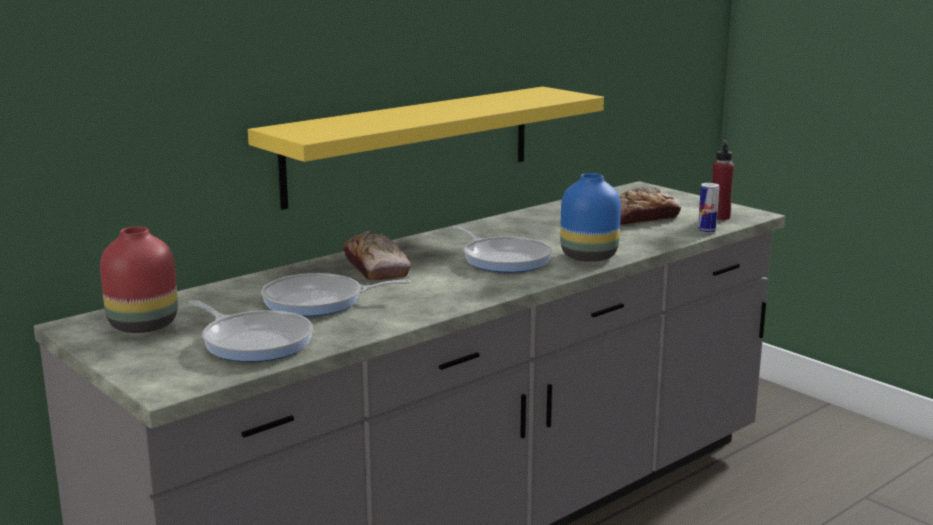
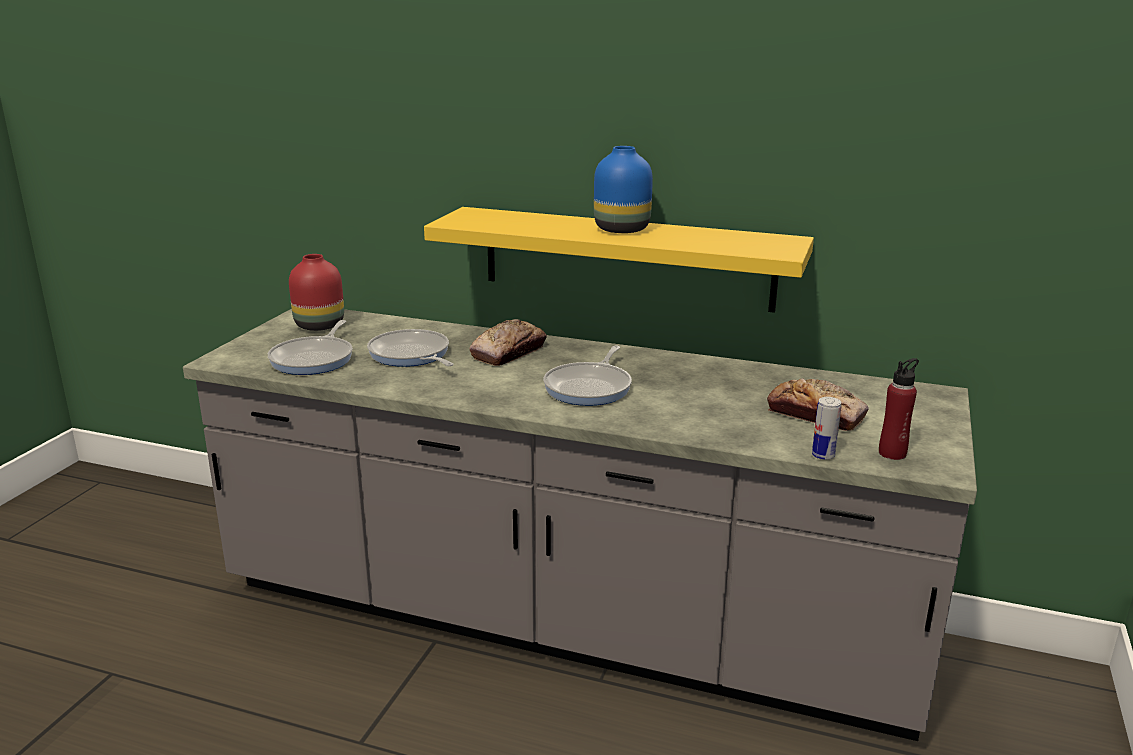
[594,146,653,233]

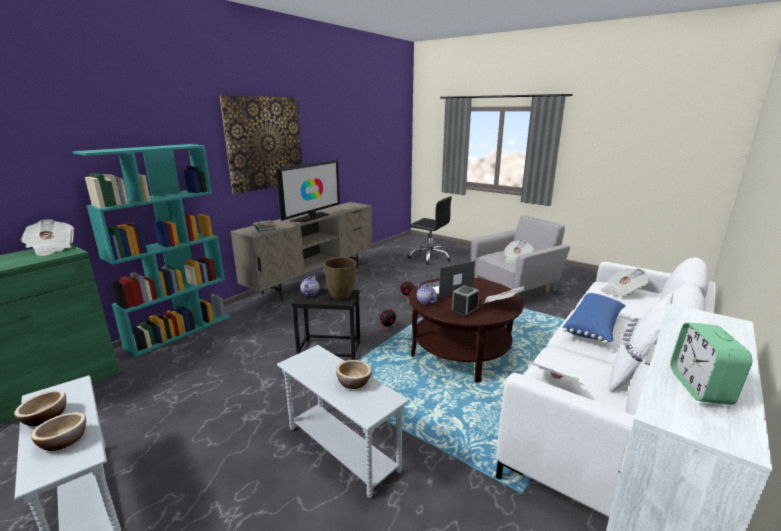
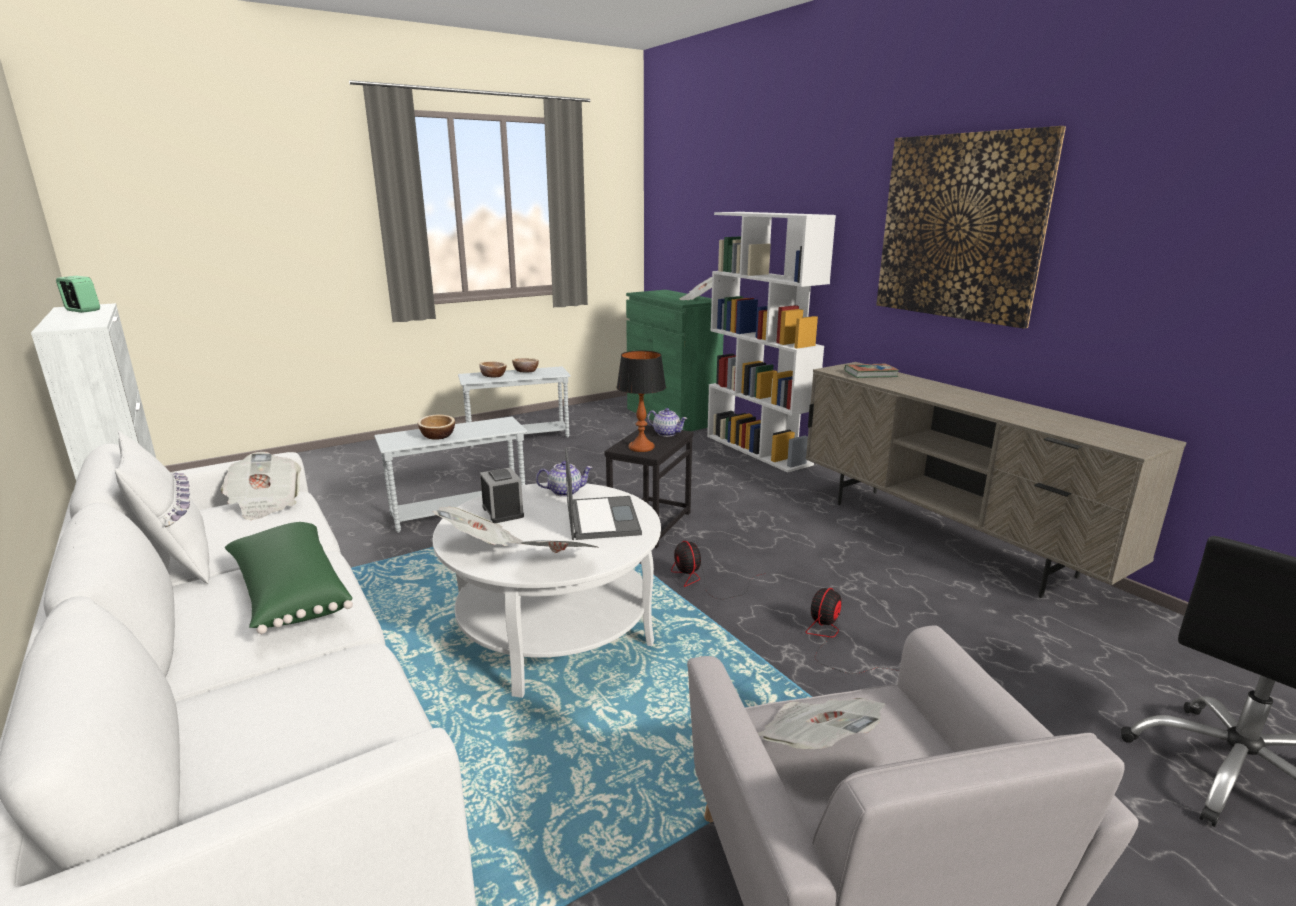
[276,160,340,222] (first image)
[511,540,597,553]
[617,351,666,452]
[707,212,836,473]
[432,483,661,698]
[225,522,353,634]

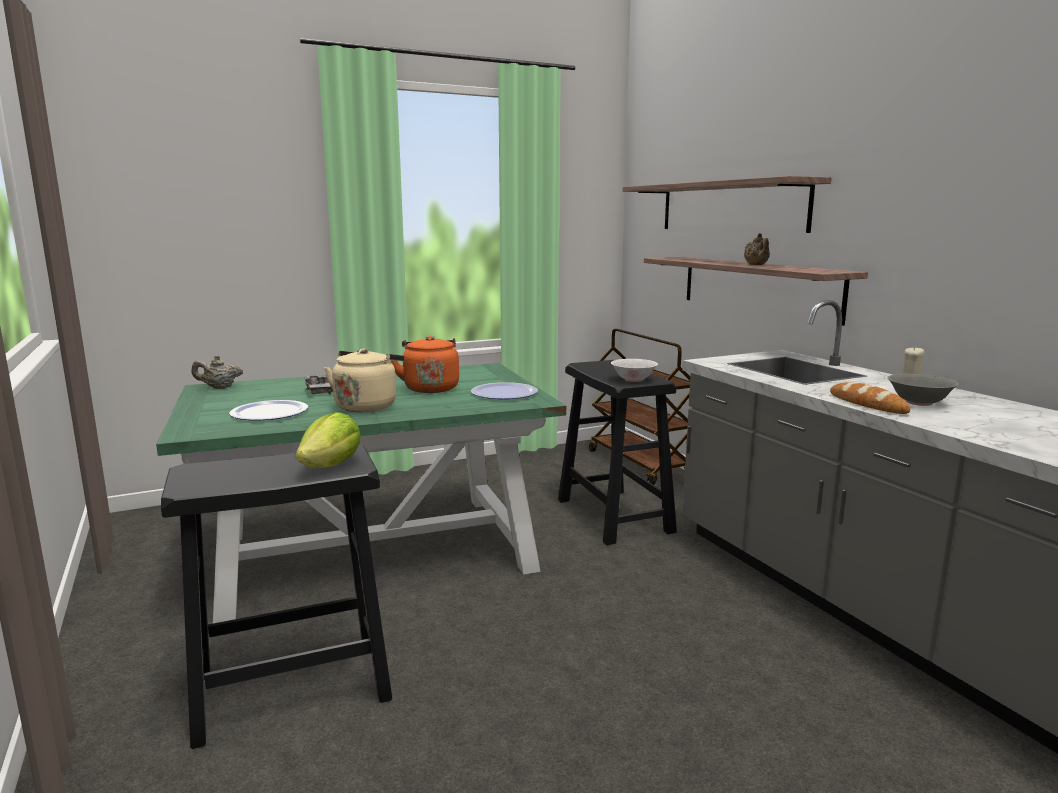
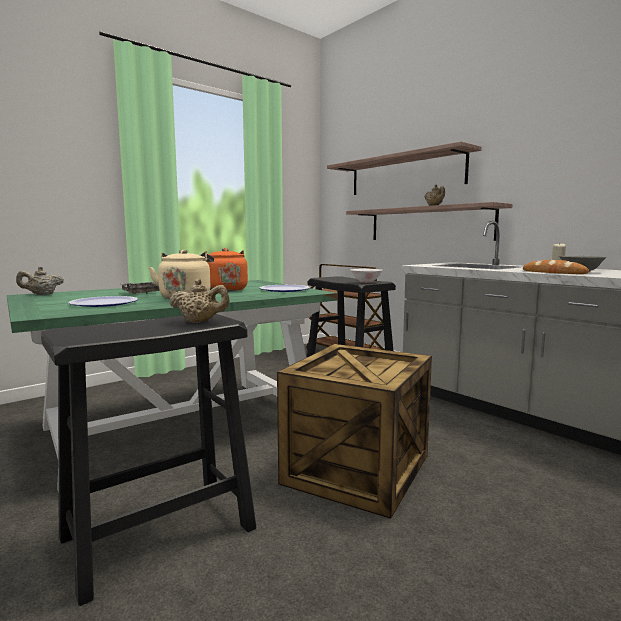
[277,344,432,519]
[170,279,230,323]

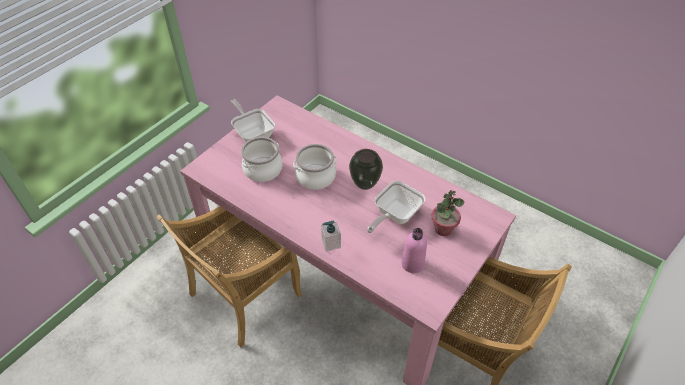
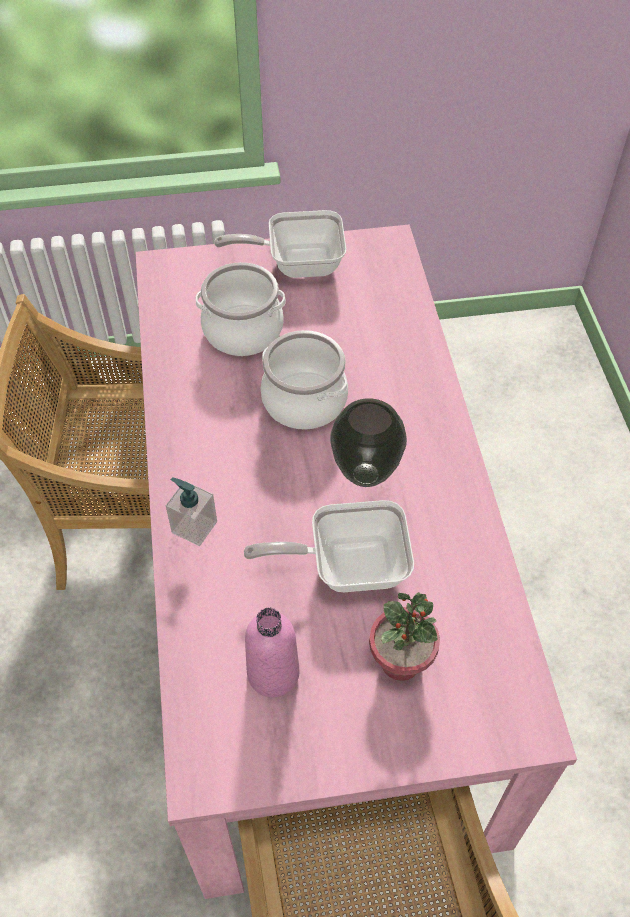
[215,210,346,278]

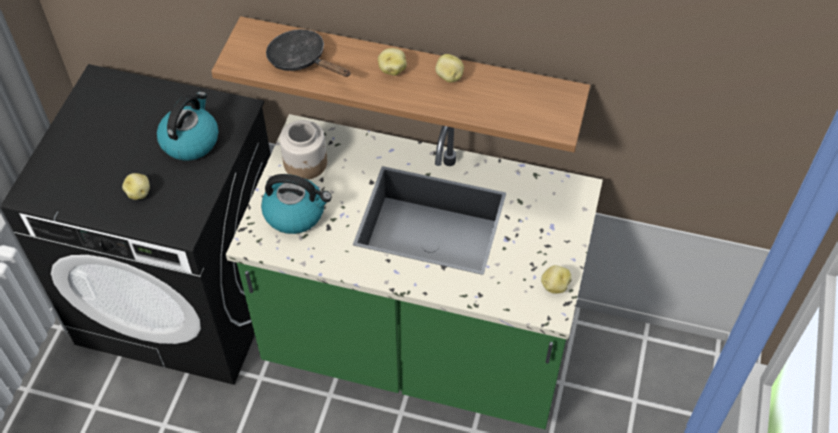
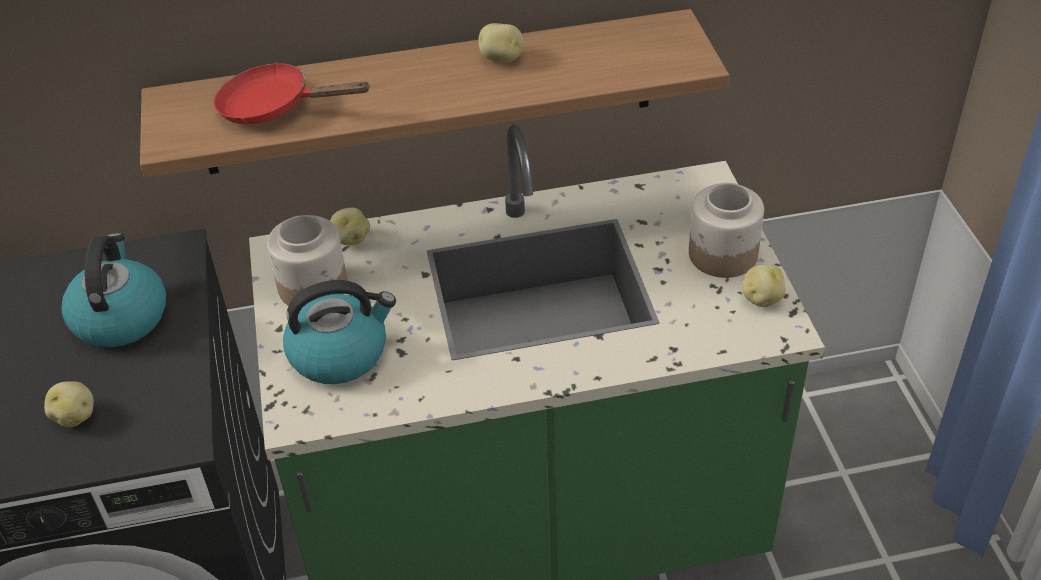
[689,183,764,278]
[330,208,370,245]
[213,63,371,124]

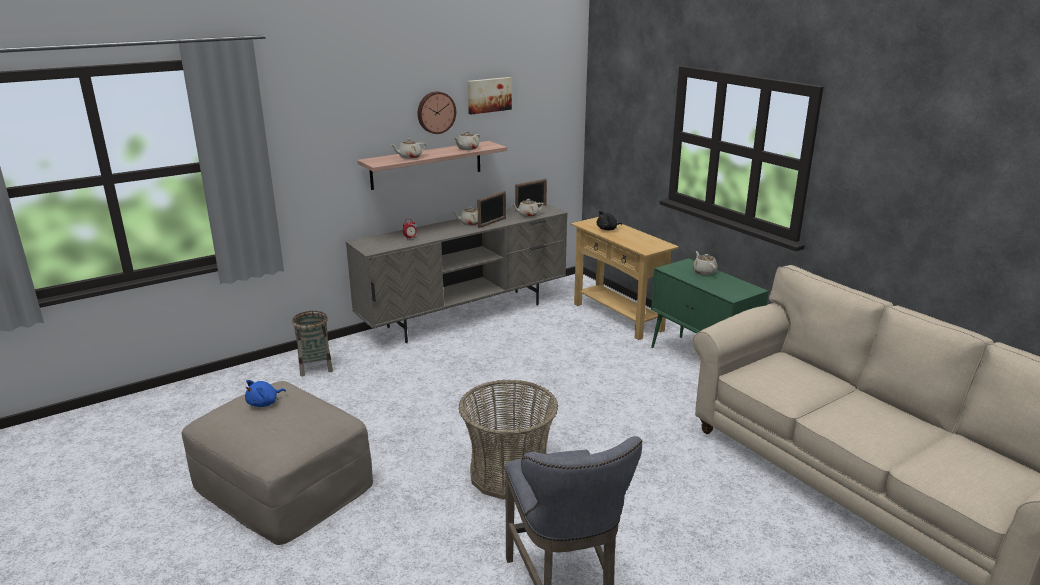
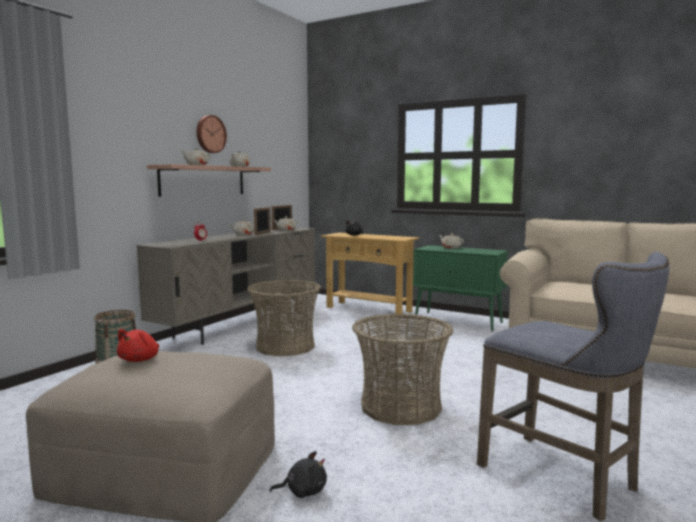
[468,77,512,115] (first image)
[247,280,321,356]
[270,451,327,498]
[117,329,159,362]

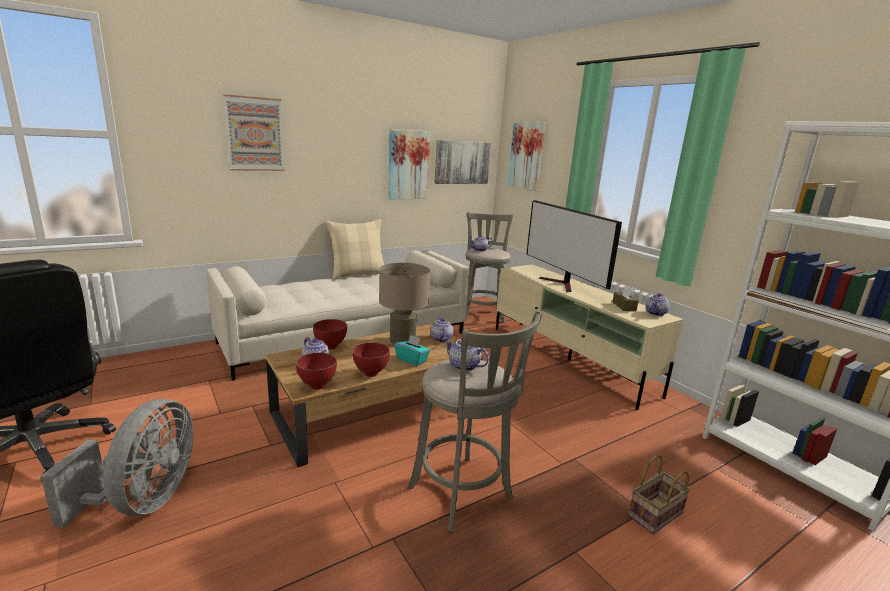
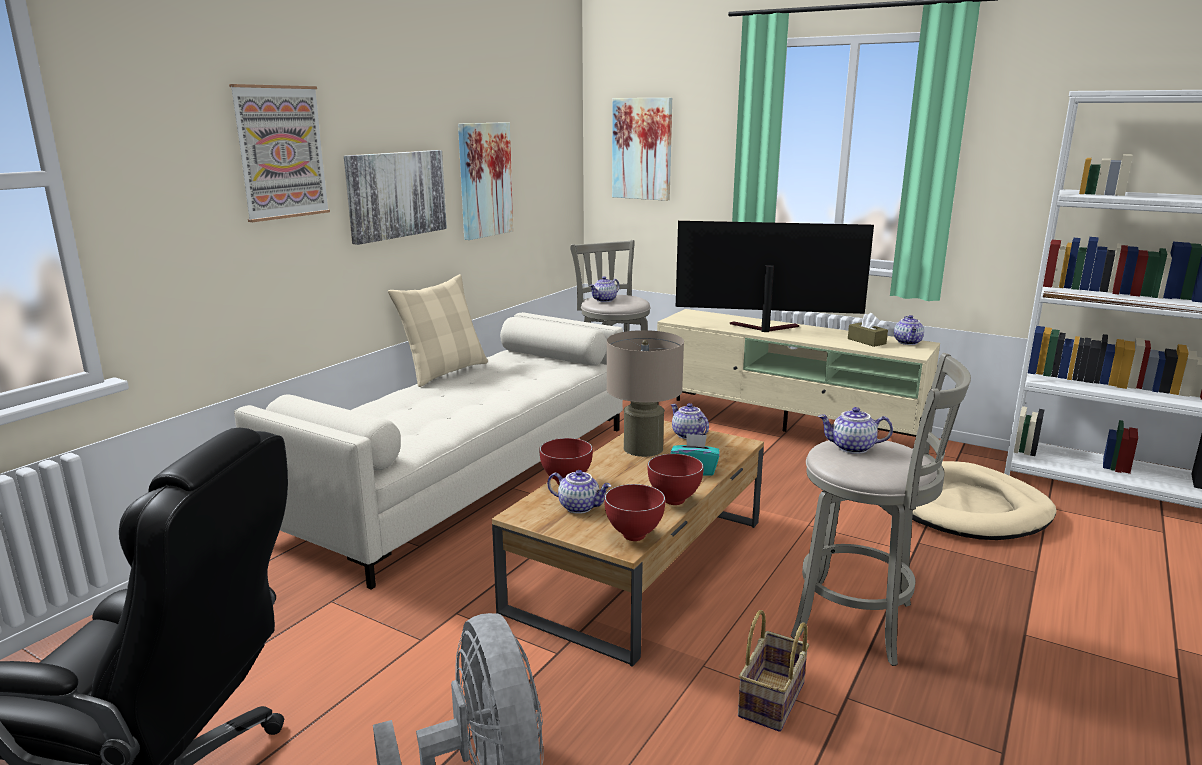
[912,461,1056,540]
[344,150,447,245]
[738,610,809,732]
[676,221,874,332]

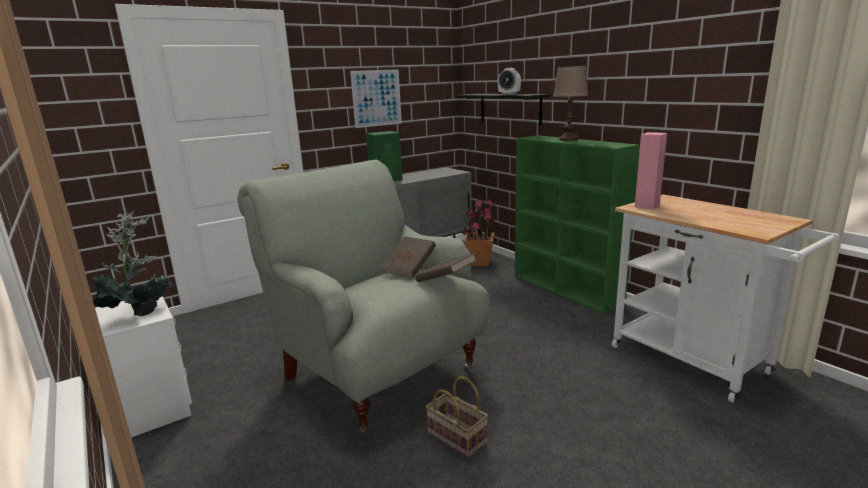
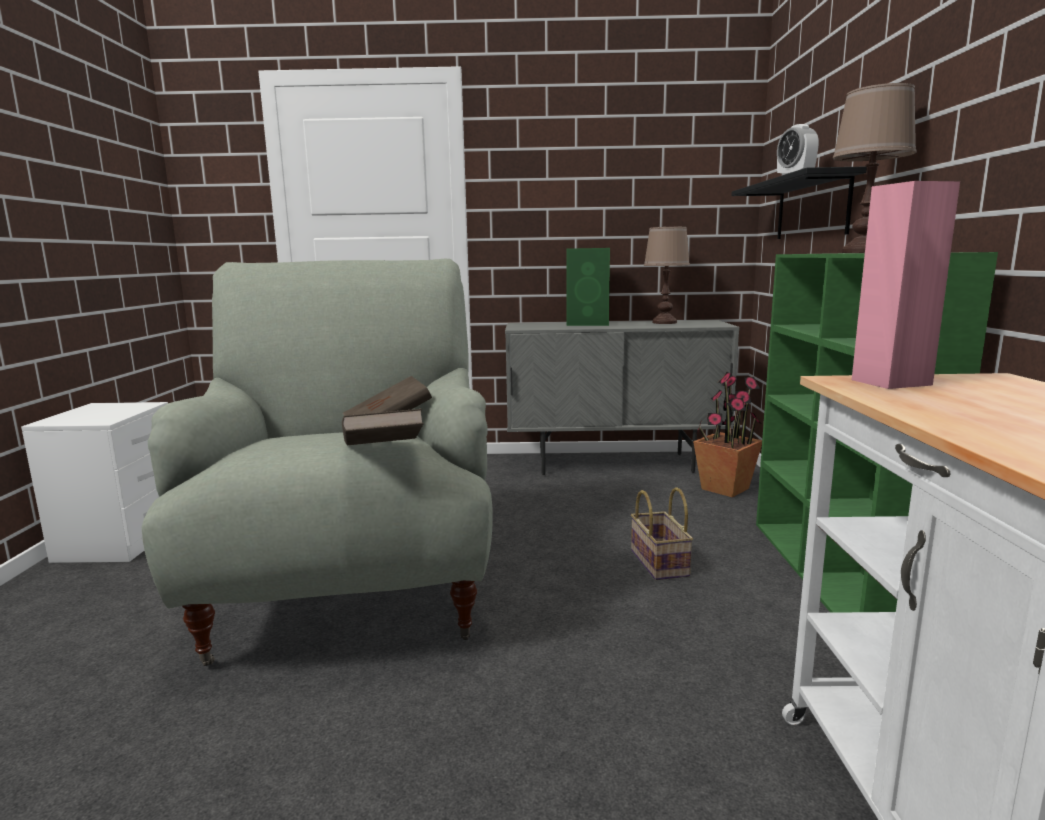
[91,211,175,317] (first image)
[350,69,402,128] (first image)
[644,227,690,324]
[631,487,693,580]

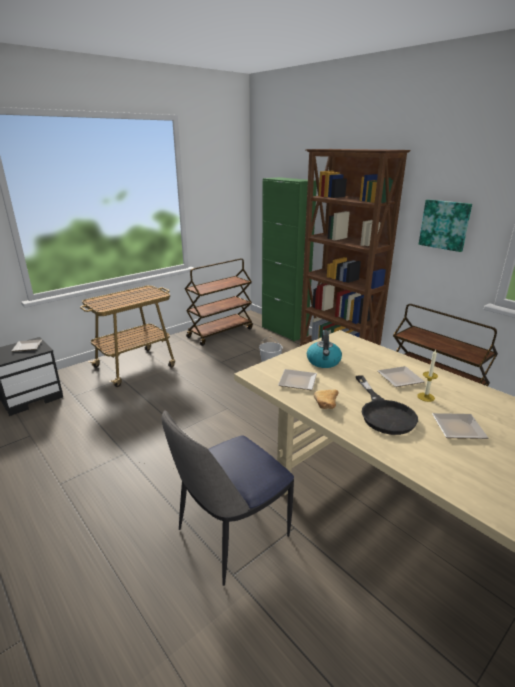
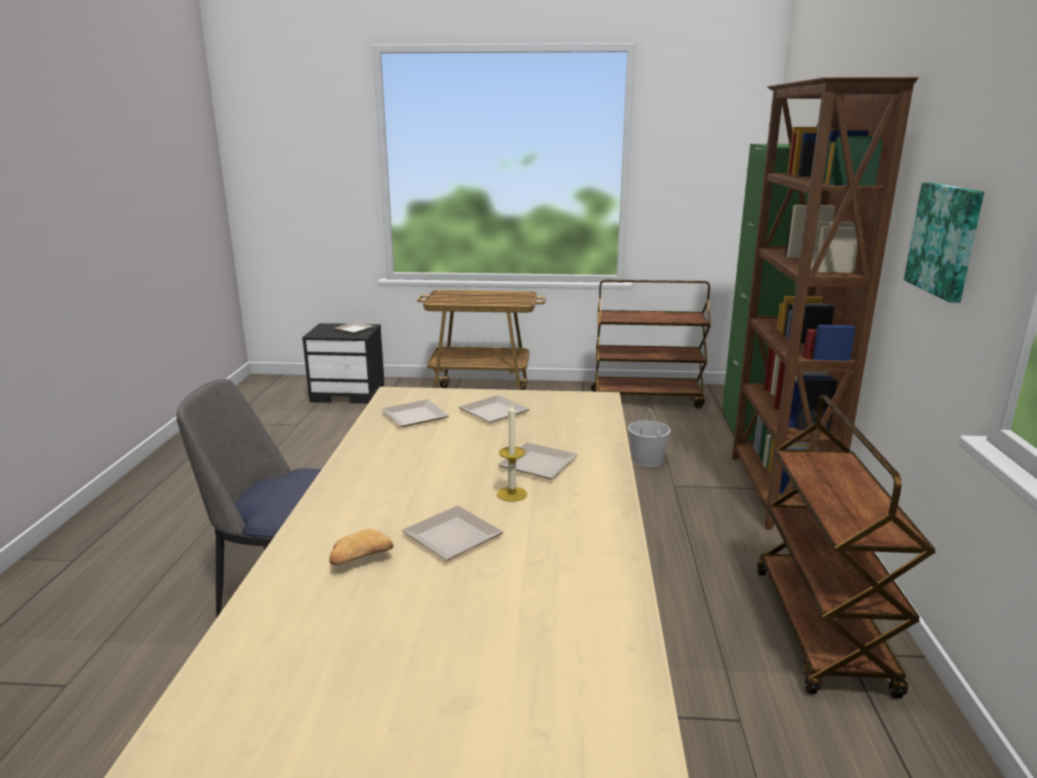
[356,375,418,435] (first image)
[329,528,393,565]
[459,395,530,423]

